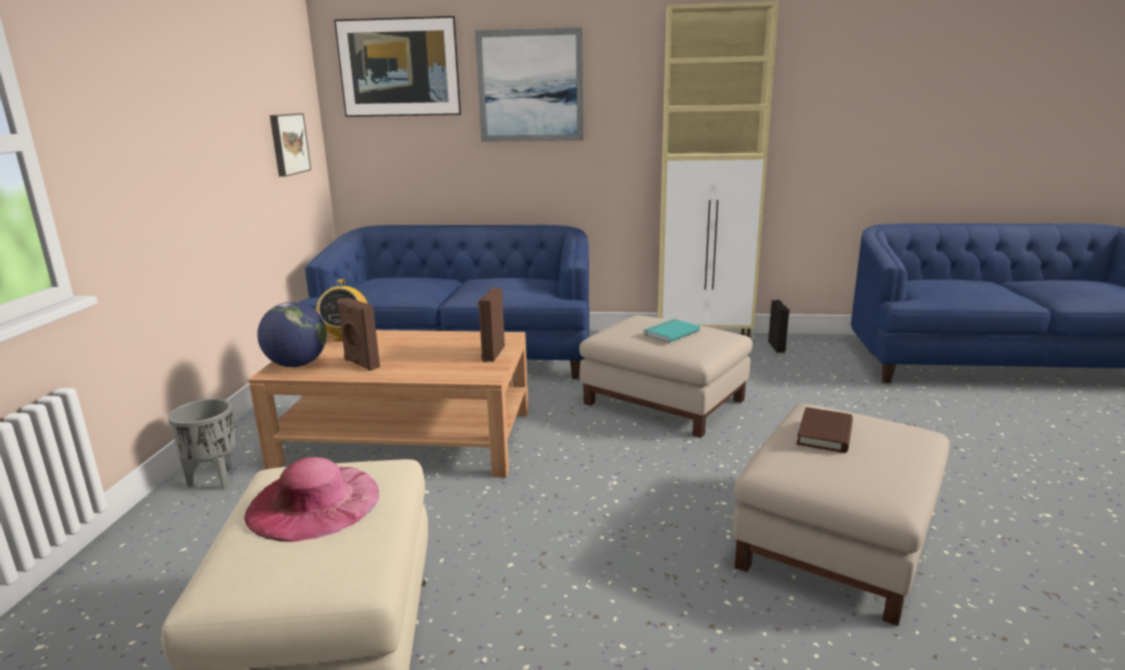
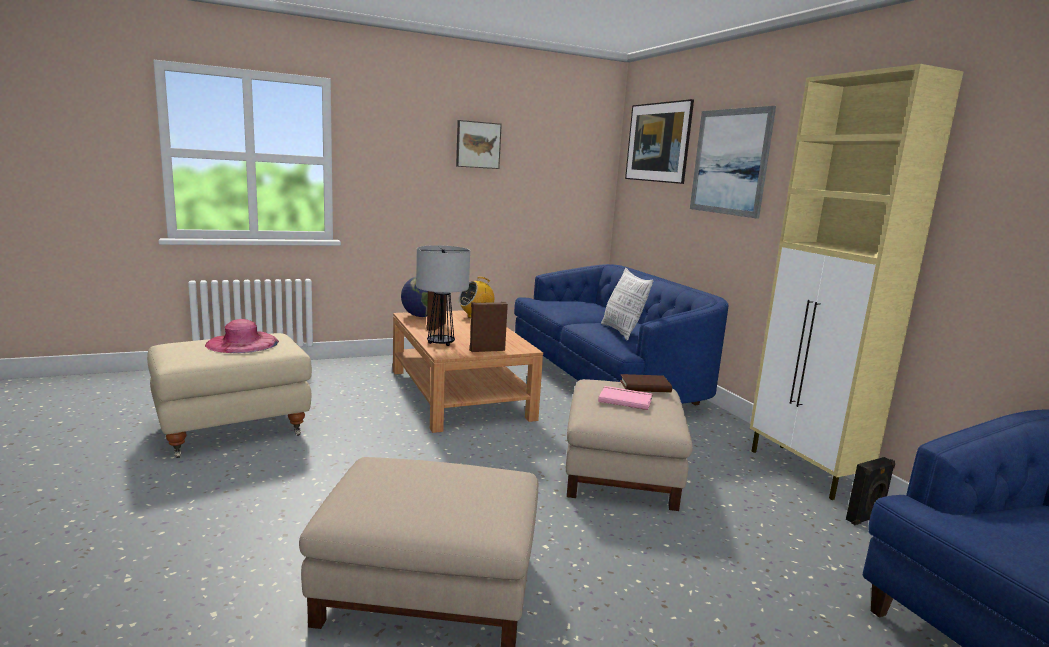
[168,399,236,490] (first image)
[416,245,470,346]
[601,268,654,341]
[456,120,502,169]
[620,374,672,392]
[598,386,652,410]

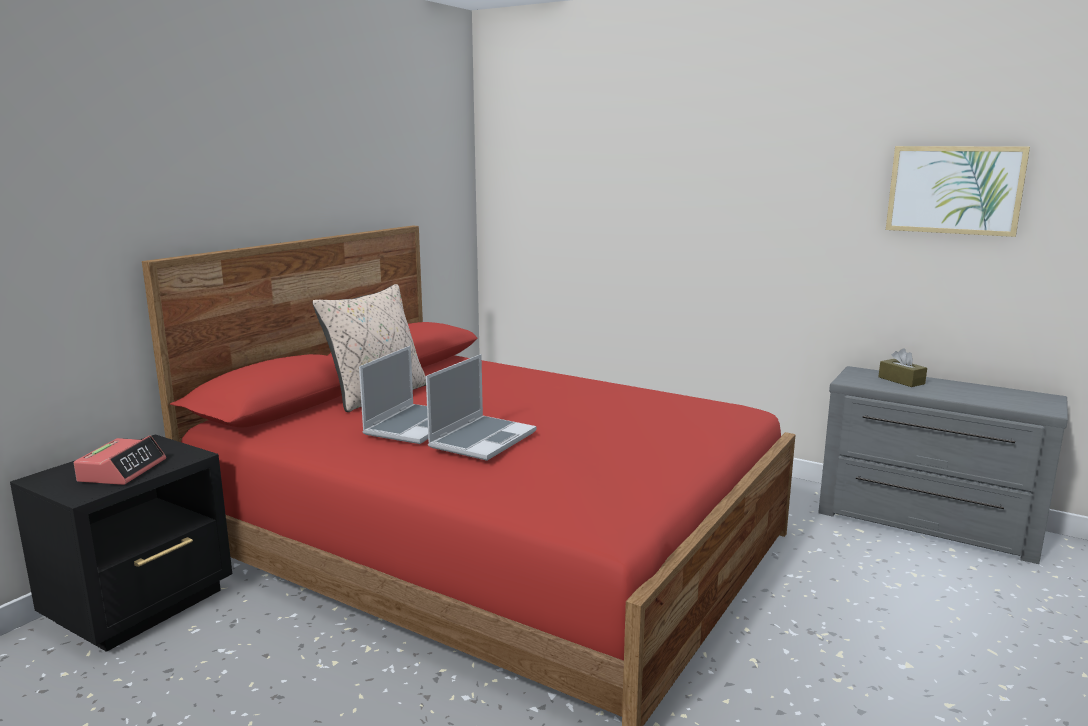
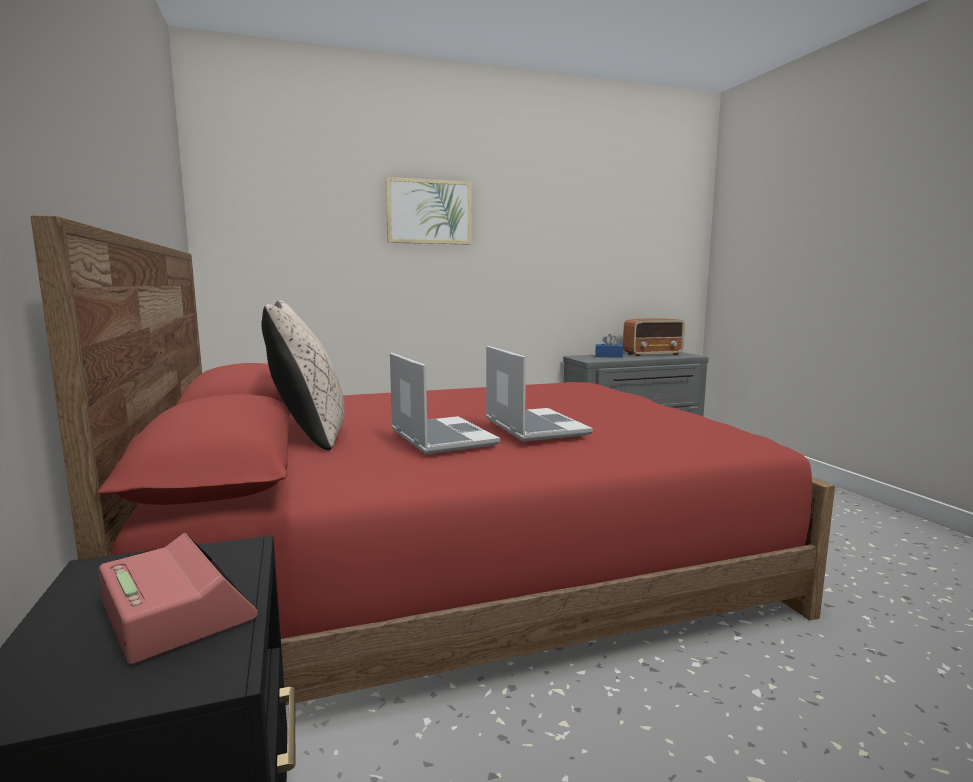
[623,318,685,356]
[385,177,472,245]
[595,334,623,358]

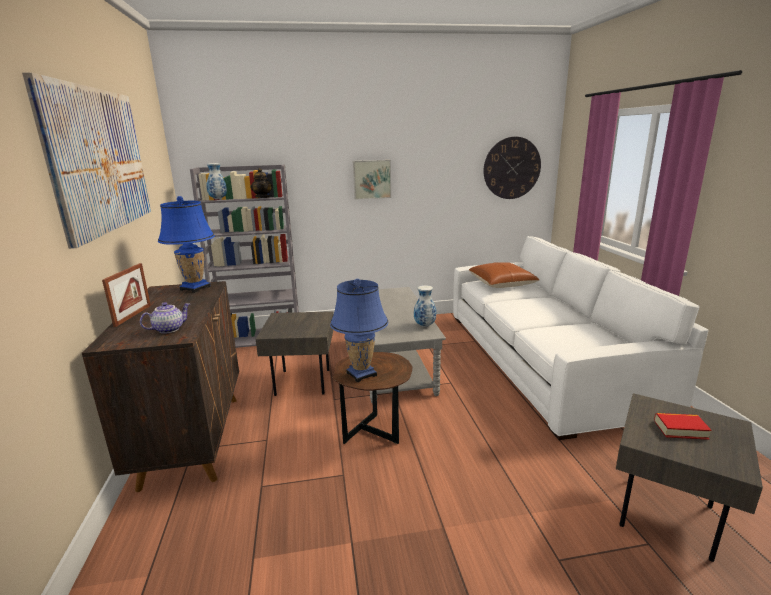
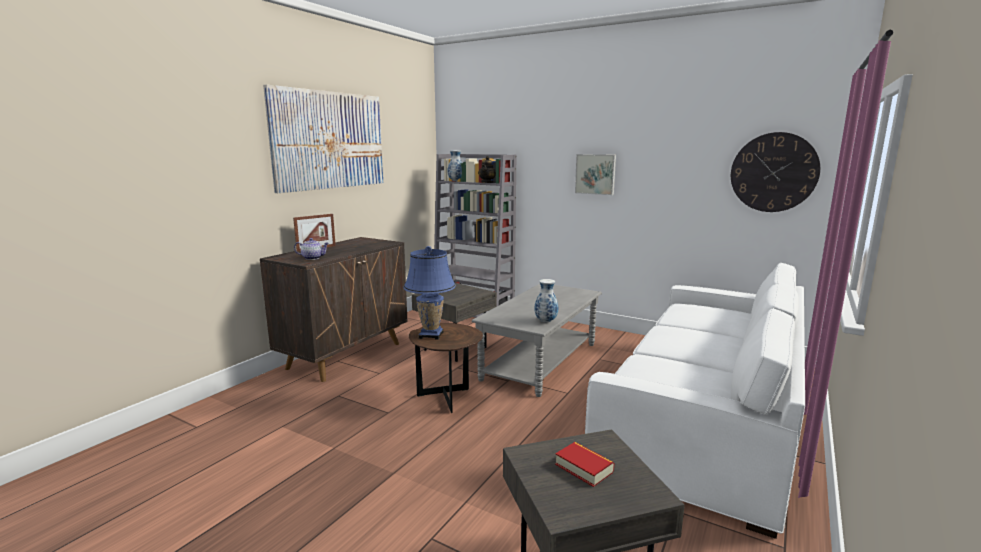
[158,196,215,293] (first image)
[469,262,539,288] (first image)

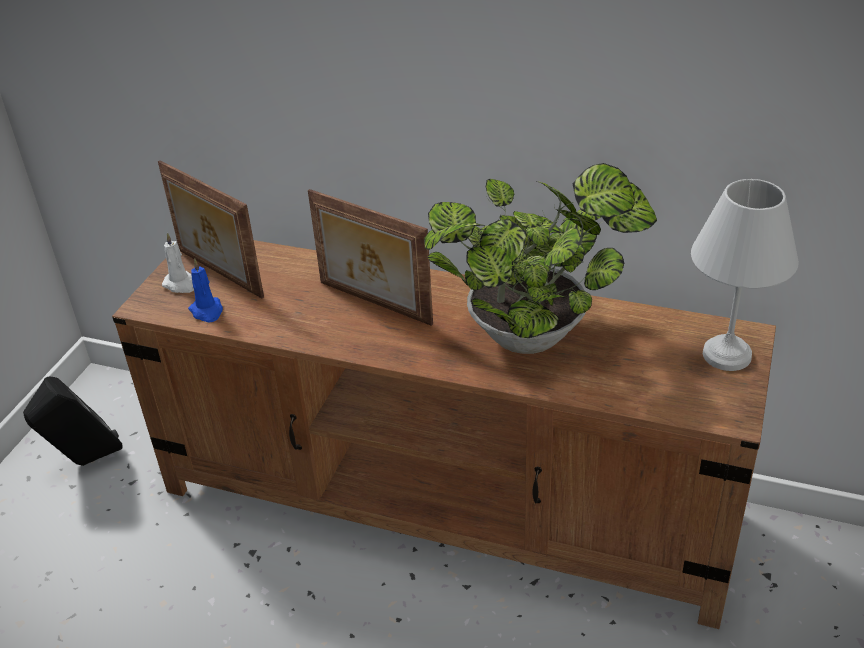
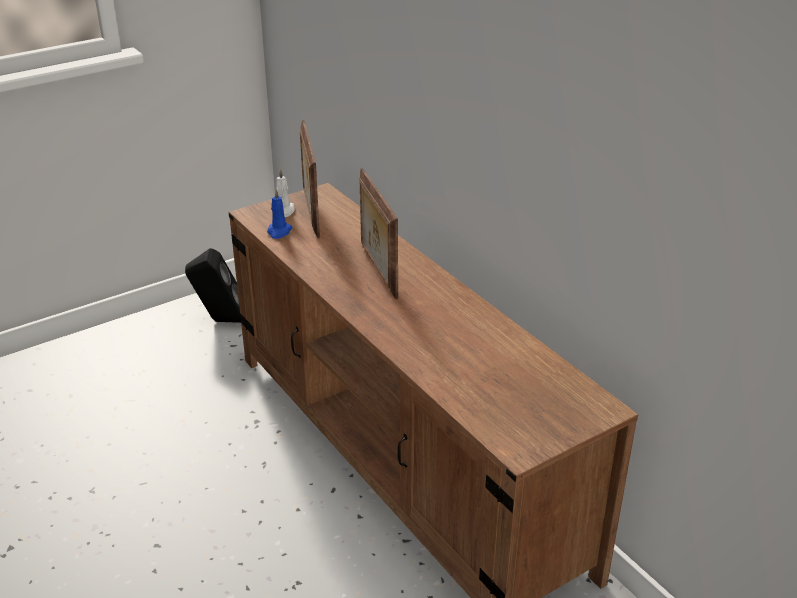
[424,163,657,354] (first image)
[691,179,799,371] (first image)

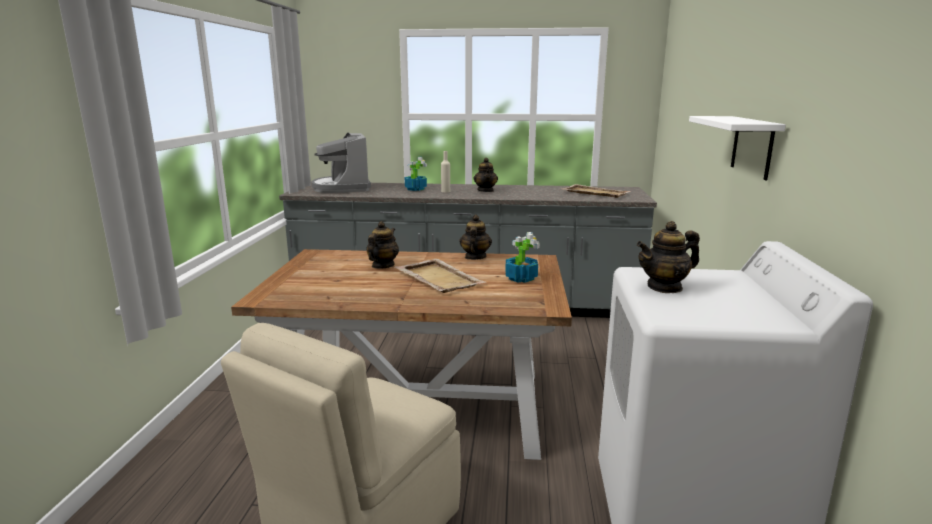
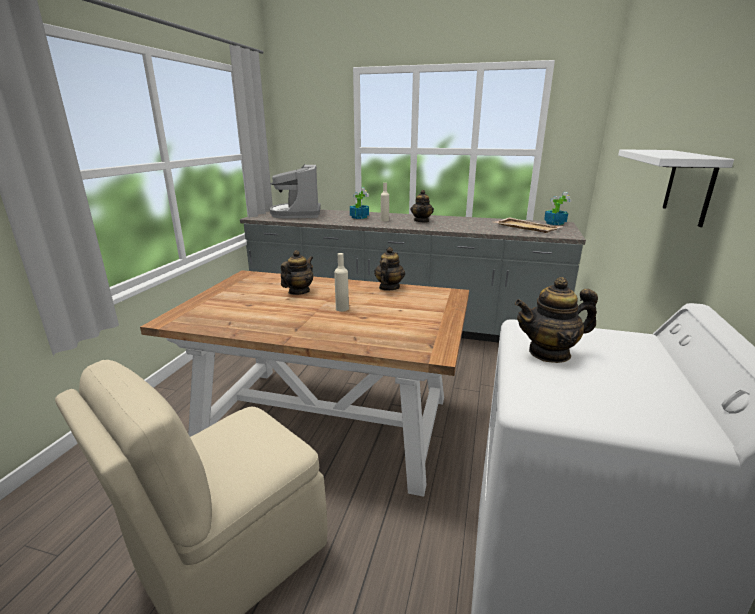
[544,192,572,225]
[334,253,349,312]

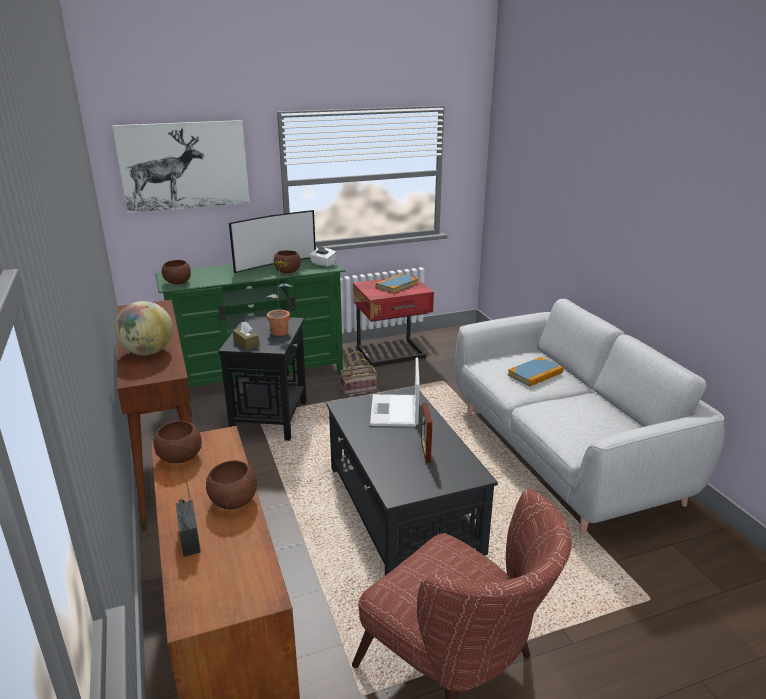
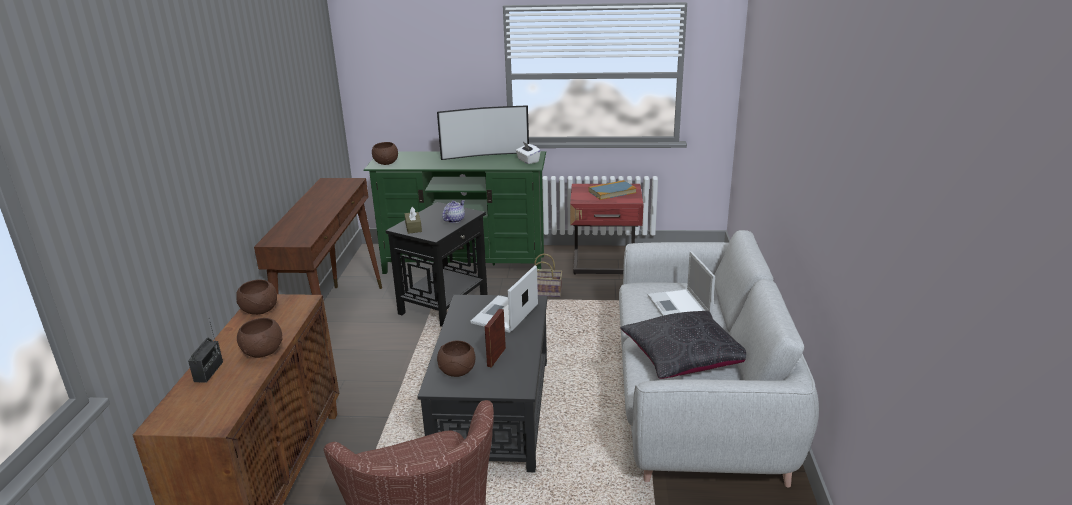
[112,120,250,213] (first image)
[115,301,173,355] (first image)
[620,311,746,379]
[437,340,476,377]
[442,200,465,223]
[647,251,715,316]

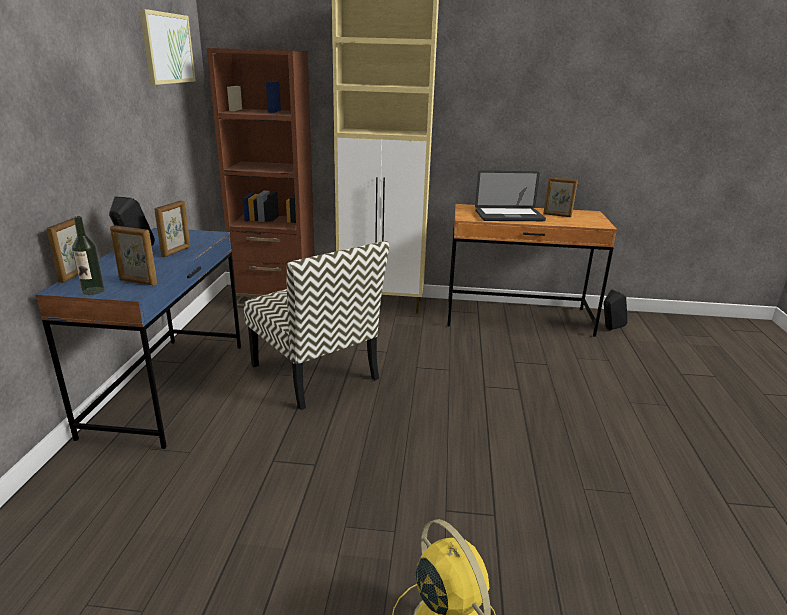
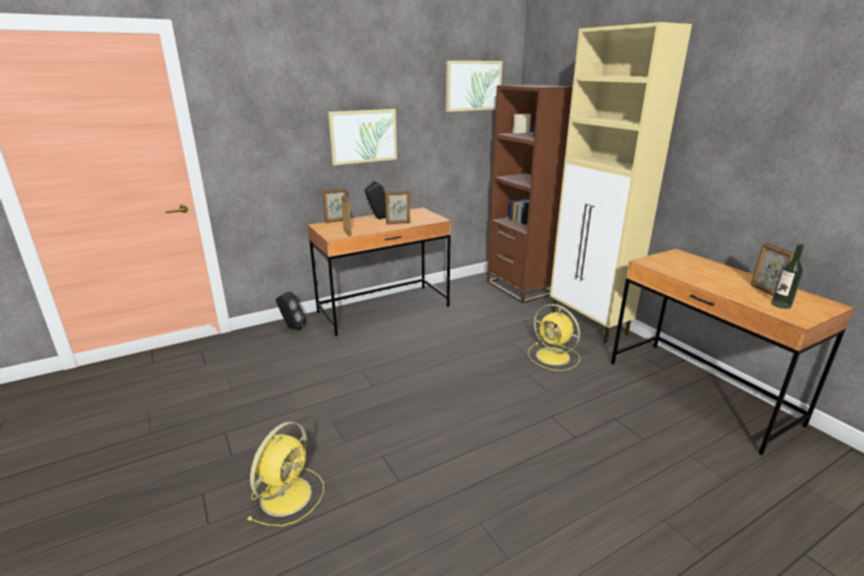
[244,241,389,410] (first image)
[475,171,546,221] (first image)
[328,109,397,165]
[528,304,580,371]
[771,244,804,309]
[276,291,306,330]
[308,207,451,336]

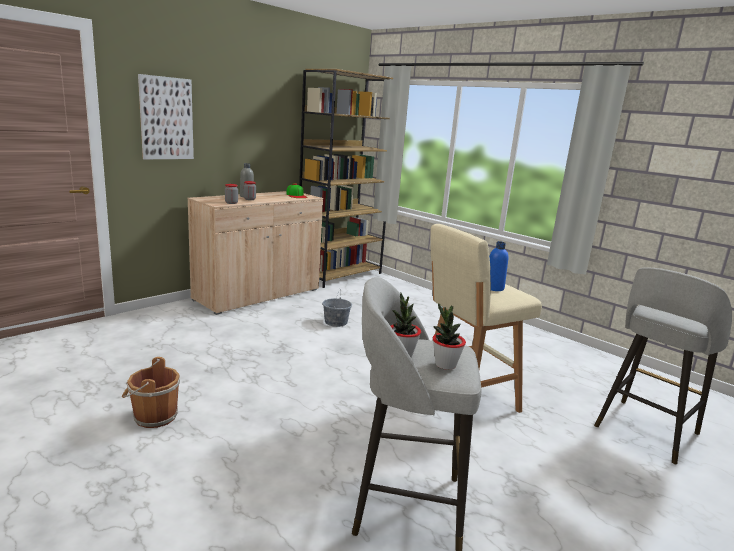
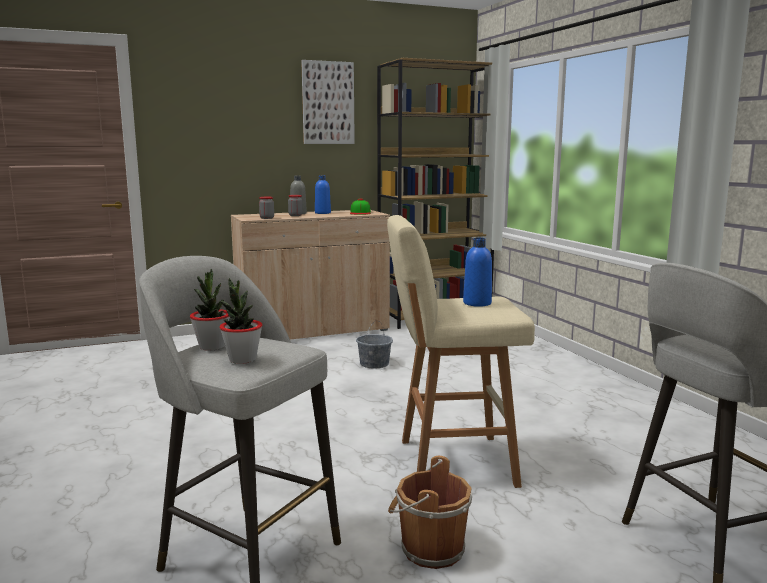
[315,175,331,214]
[388,455,472,569]
[301,60,355,144]

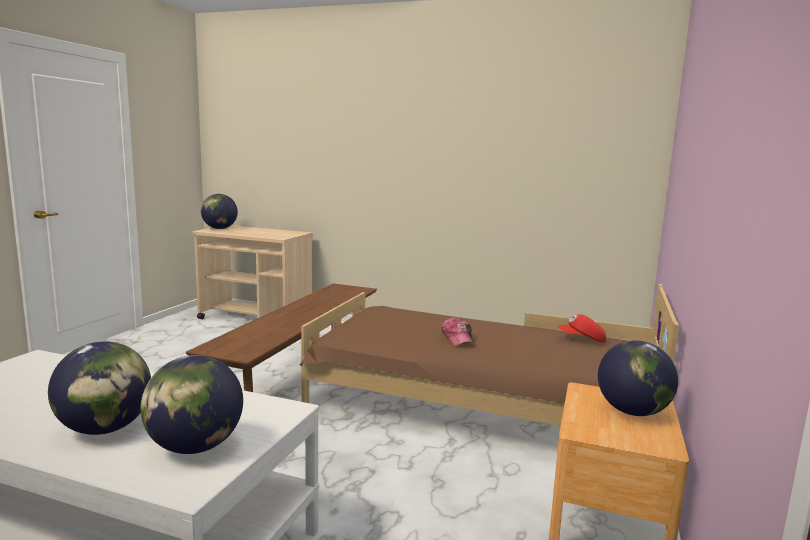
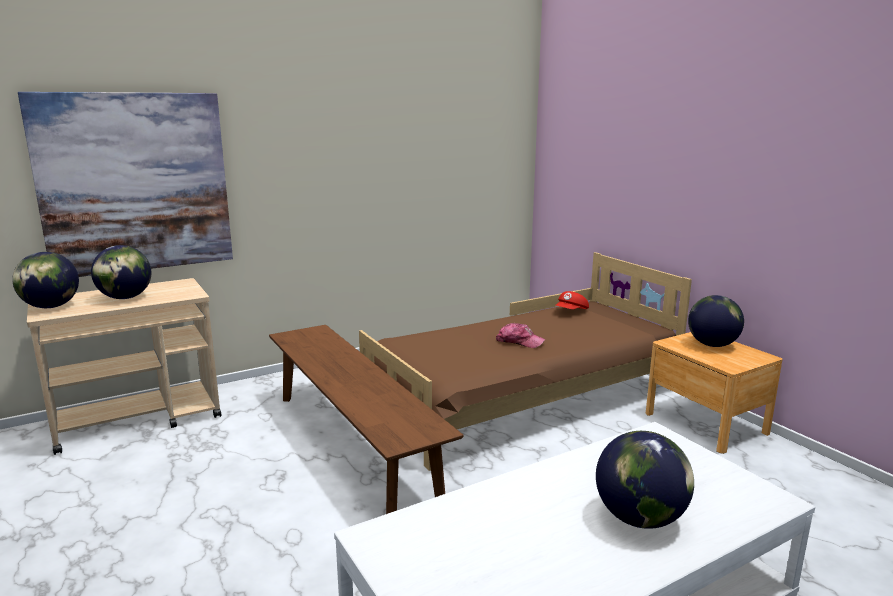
[18,92,233,277]
[91,245,151,299]

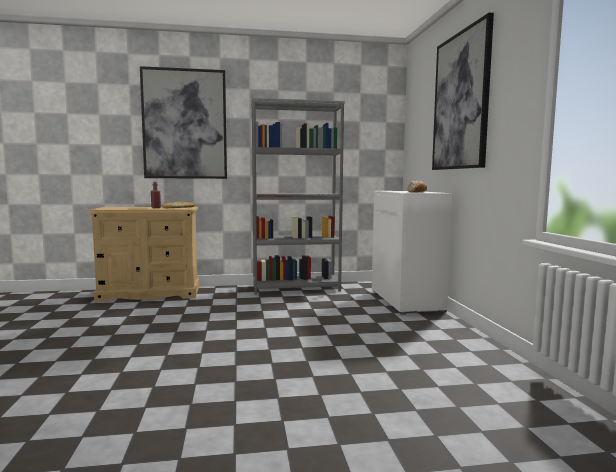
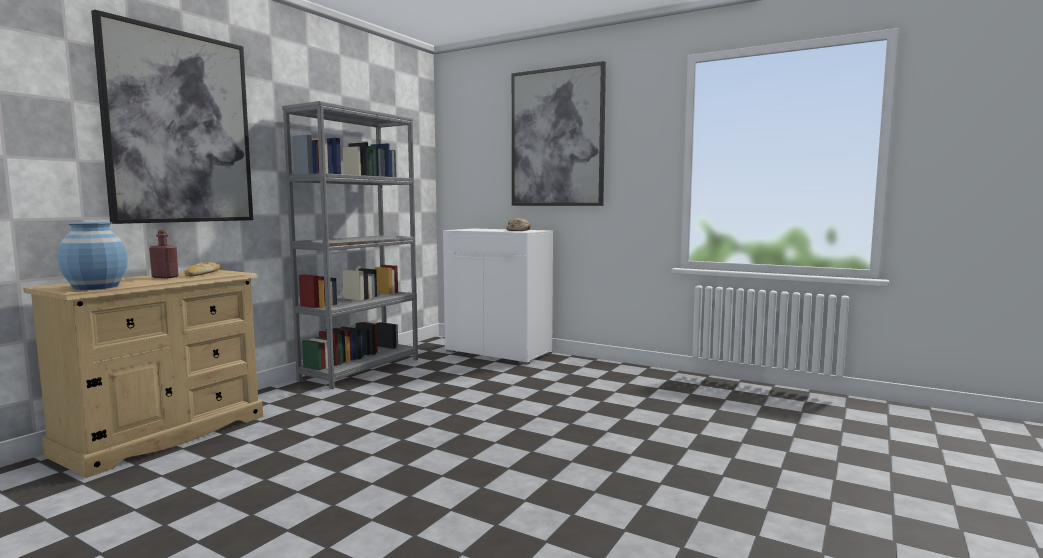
[57,222,128,290]

